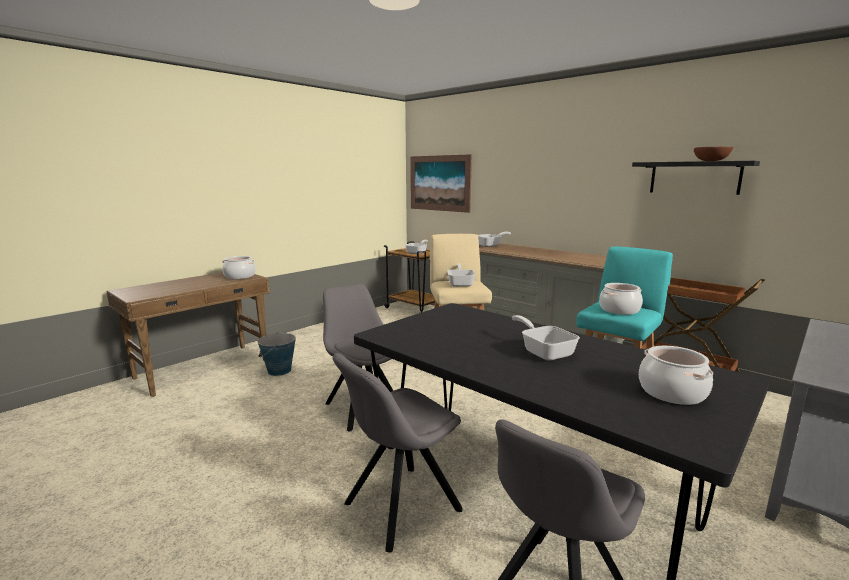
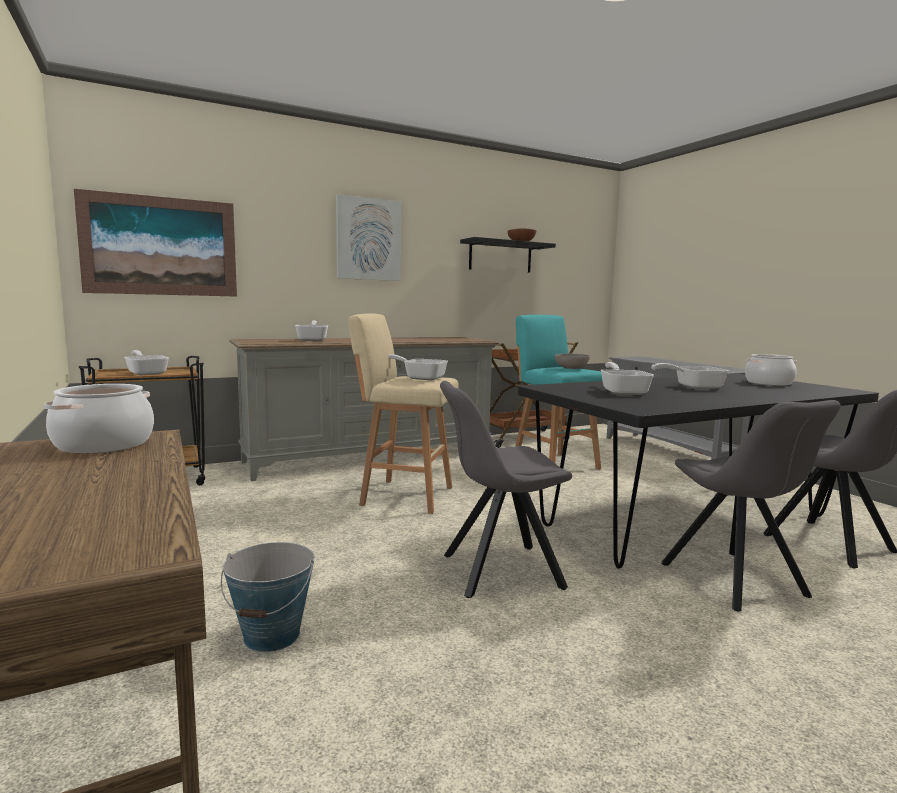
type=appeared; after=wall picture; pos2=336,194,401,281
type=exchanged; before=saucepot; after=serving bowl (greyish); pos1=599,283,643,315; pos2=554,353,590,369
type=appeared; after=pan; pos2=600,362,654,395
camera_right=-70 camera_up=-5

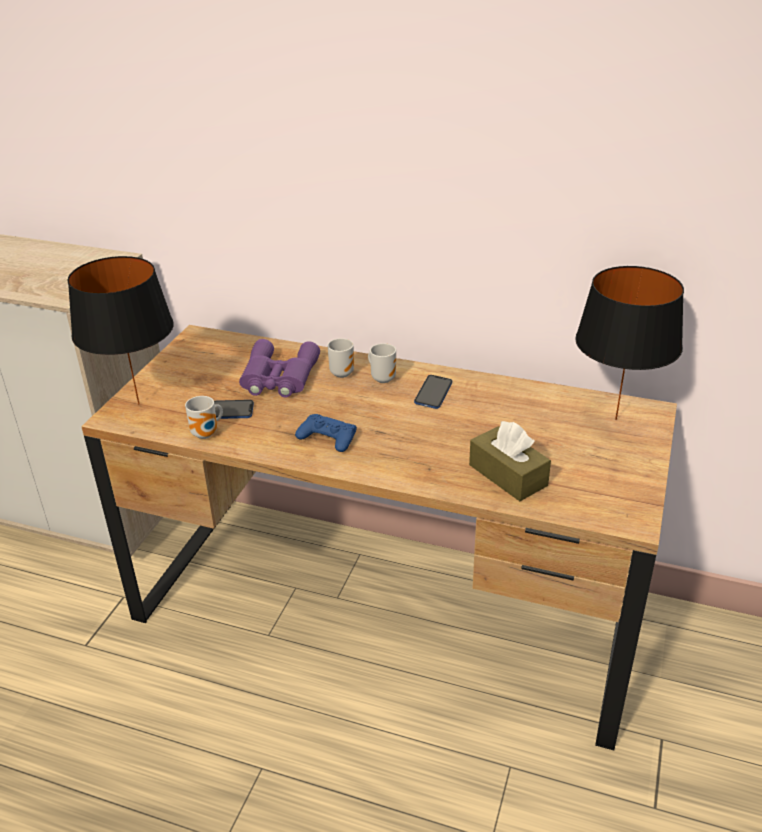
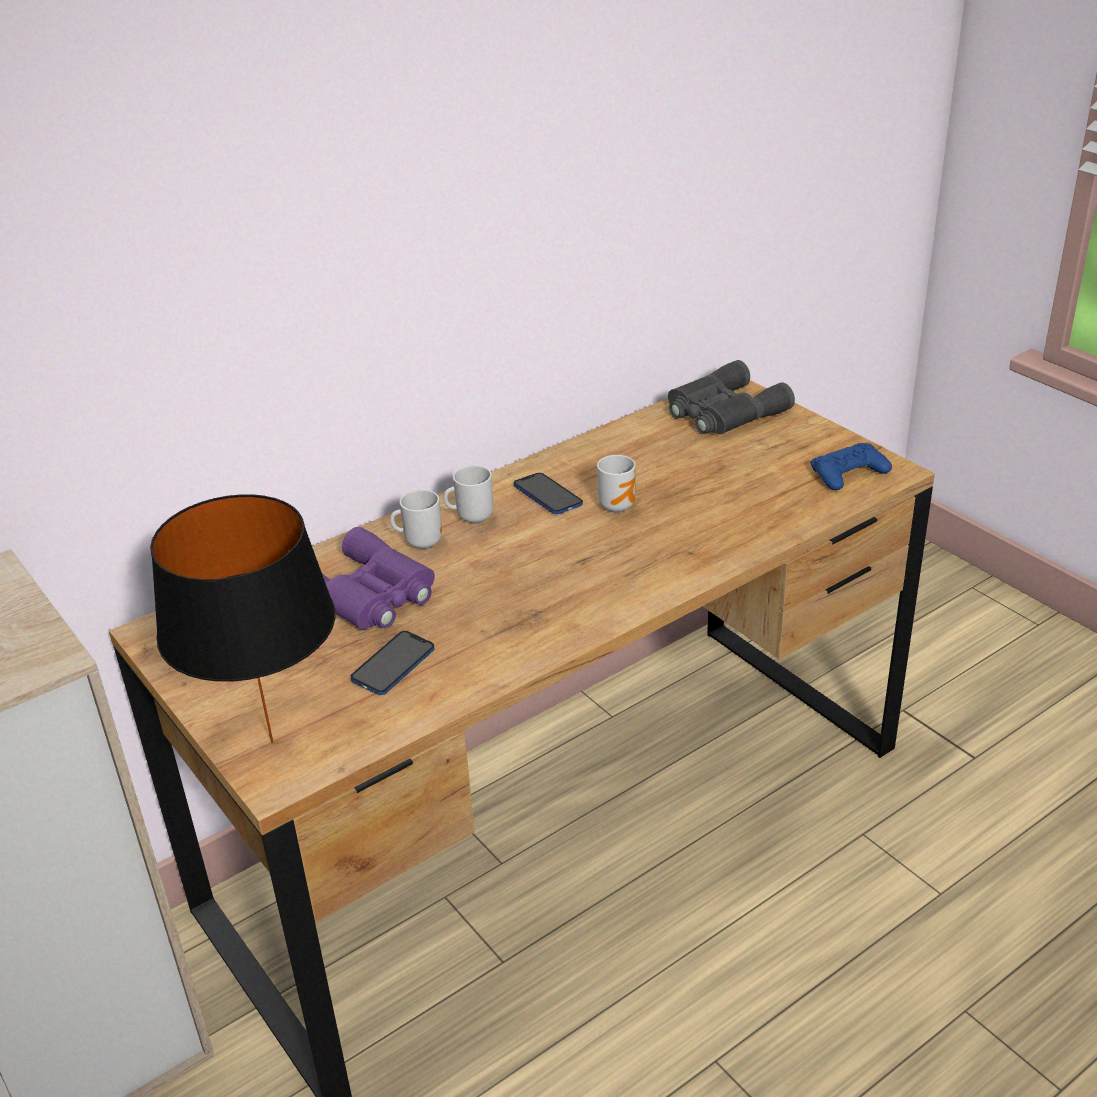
type=relocated; before=mug; pos1=185,396,223,439; pos2=597,455,636,513
type=exchanged; before=lamp for a table (black); after=pair of binoculars (greyish); pos1=575,266,684,420; pos2=668,360,795,434
type=relocated; before=gamepad (blue); pos1=295,414,357,452; pos2=811,443,892,490
type=missing; before=tissue box (brown); pos1=469,421,551,501
camera_right=-55 camera_up=0

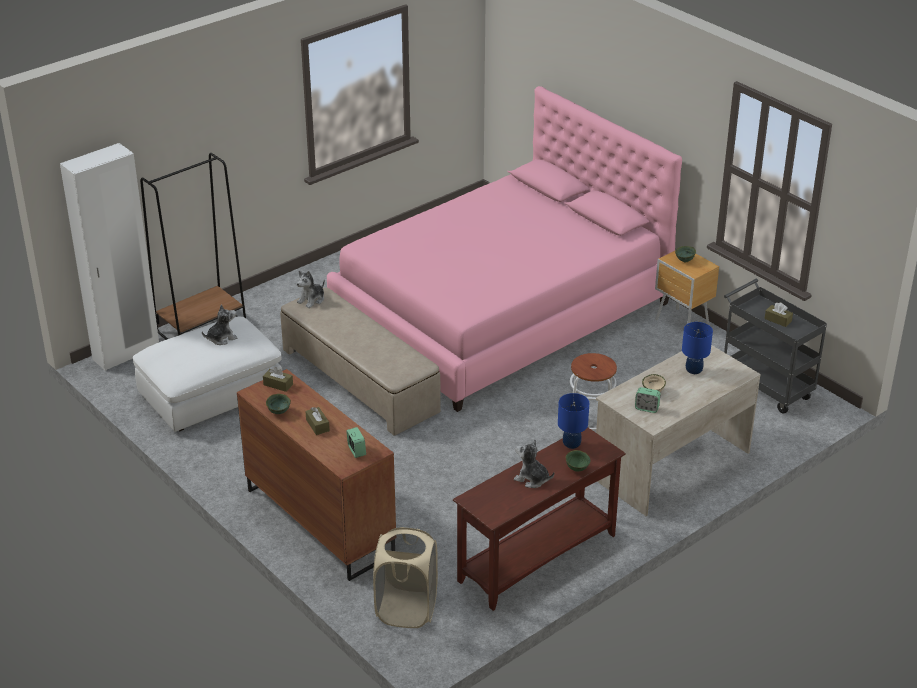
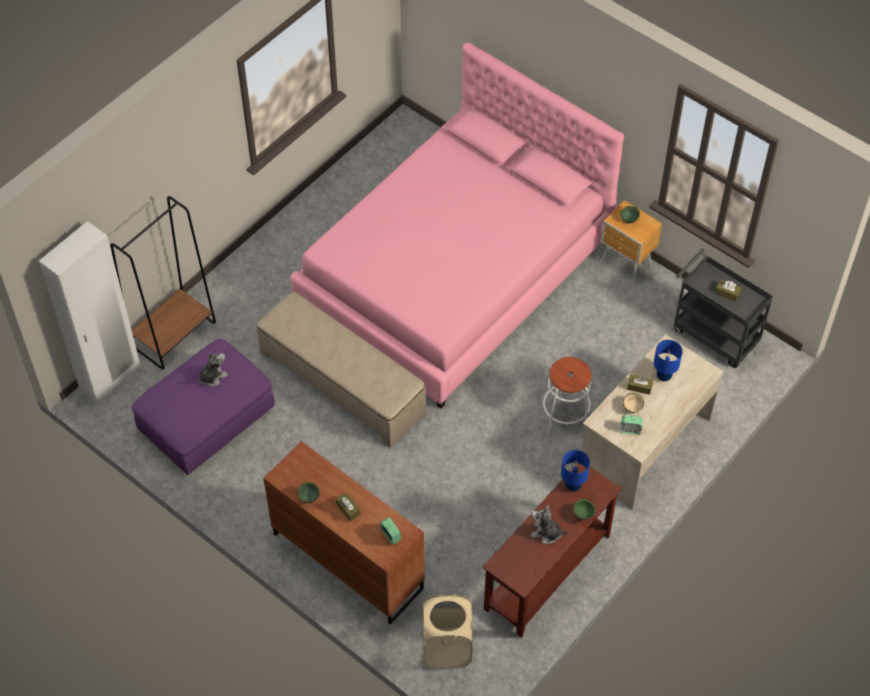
type=colour; before=ottoman (white-coloured); after=ottoman (purple); pos1=133,317,282,432; pos2=132,339,275,475
type=relocated; before=tissue box (brown); pos1=263,367,293,392; pos2=627,374,653,395
type=missing; before=plush toy; pos1=297,270,325,308
camera_right=-10 camera_up=20

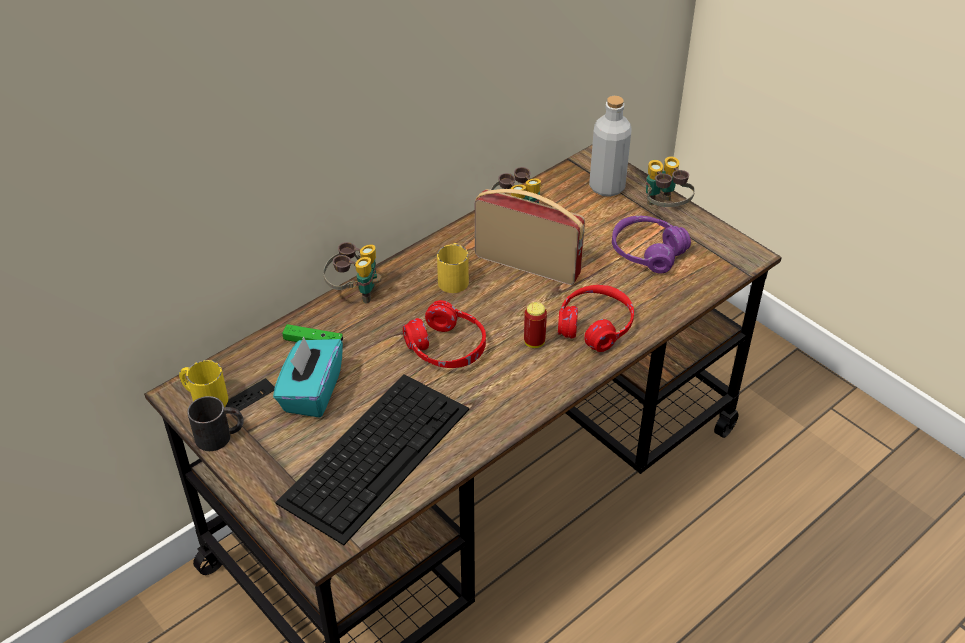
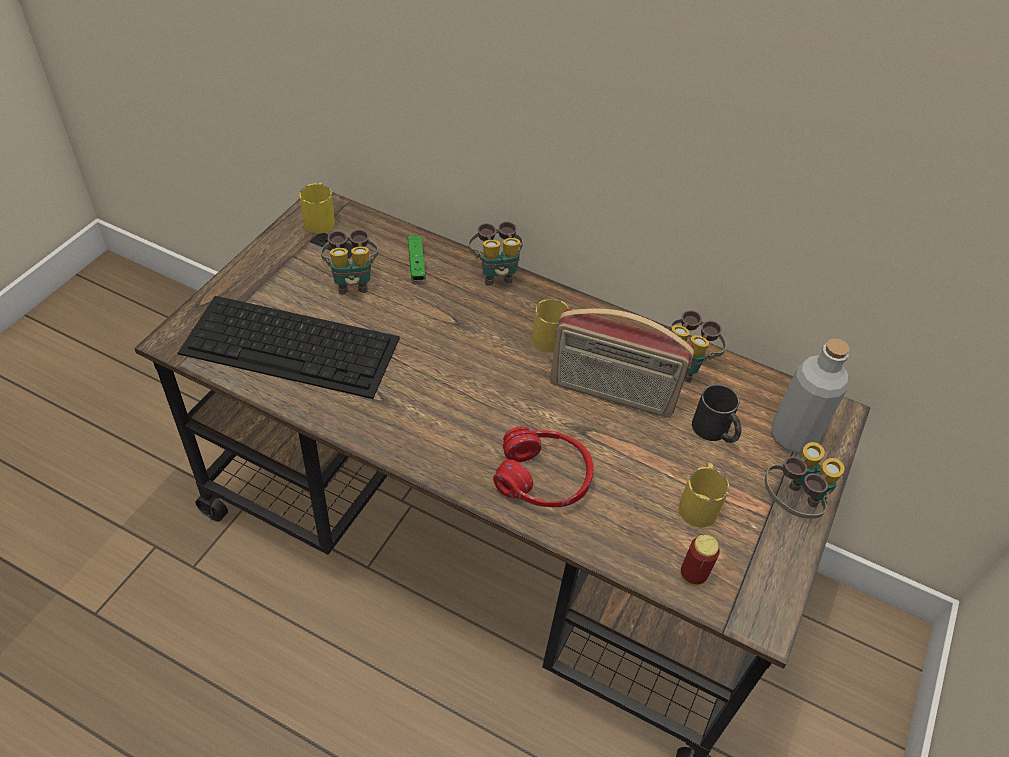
type=exchanged; before=tissue box (blue-green); after=pair of binoculars; pos1=273,337,343,418; pos2=321,229,378,295
type=spun; before=radio receiver; pos1=475,189,585,285; pos2=550,308,694,418; turn=105
type=exchanged; before=headset (purple); after=mug (yellow-coloured); pos1=612,216,691,273; pos2=678,463,729,527
type=relocated; before=metal can; pos1=524,302,547,348; pos2=680,535,720,586
type=relocated; before=mug (black); pos1=187,396,244,451; pos2=692,384,741,443
type=missing; before=headset (red-coloured); pos1=403,300,486,368
camera_right=65 camera_up=5

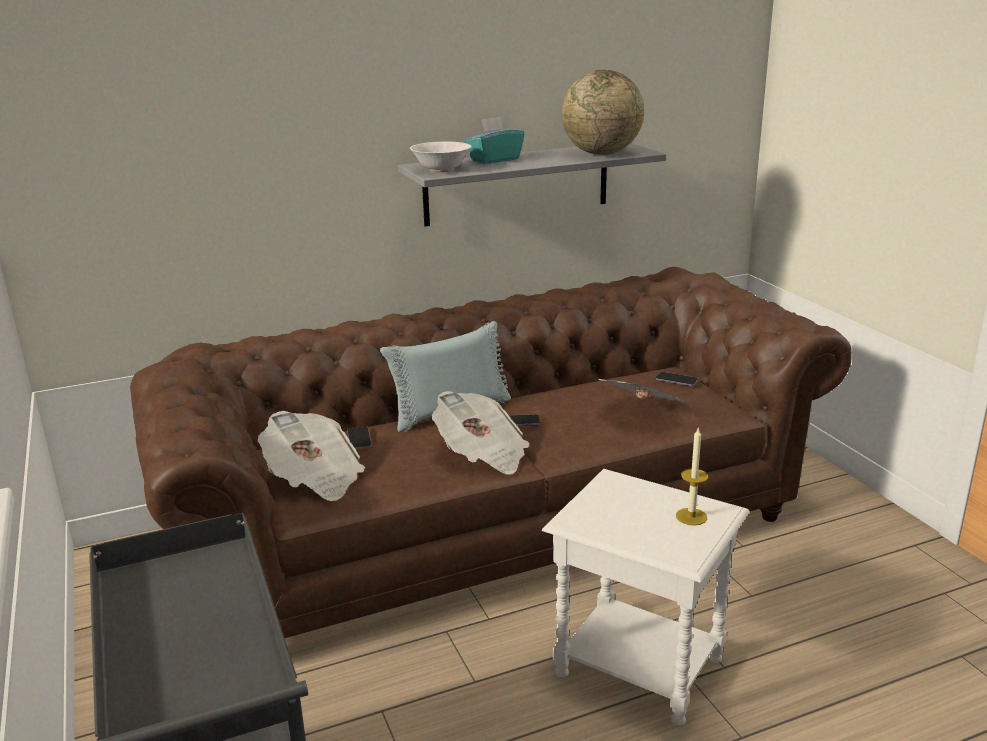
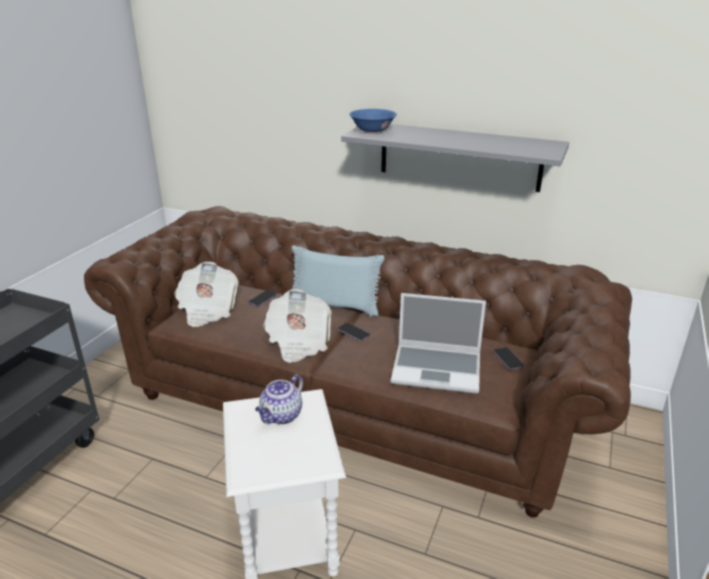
type=appeared; after=pot for tea; pos2=255,374,303,424
type=colour; before=serving bowl (white-coloured); after=serving bowl (blue); pos1=410,142,471,172; pos2=349,109,397,134
type=exchanged; before=daily paper; after=notebook computer; pos1=598,379,684,402; pos2=391,293,486,394
type=missing; before=tissue box (blue-green); pos1=465,117,524,164
type=missing; before=globe; pos1=562,70,644,155
type=missing; before=candle; pos1=676,428,708,526
camera_right=45 camera_up=5

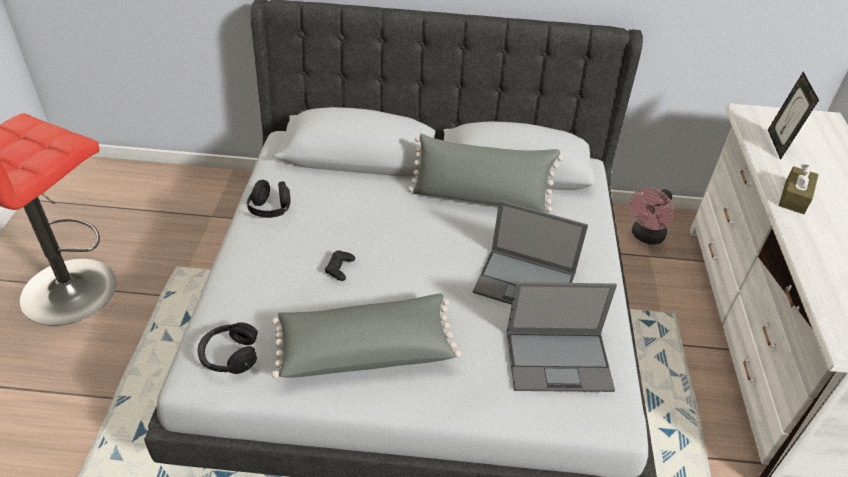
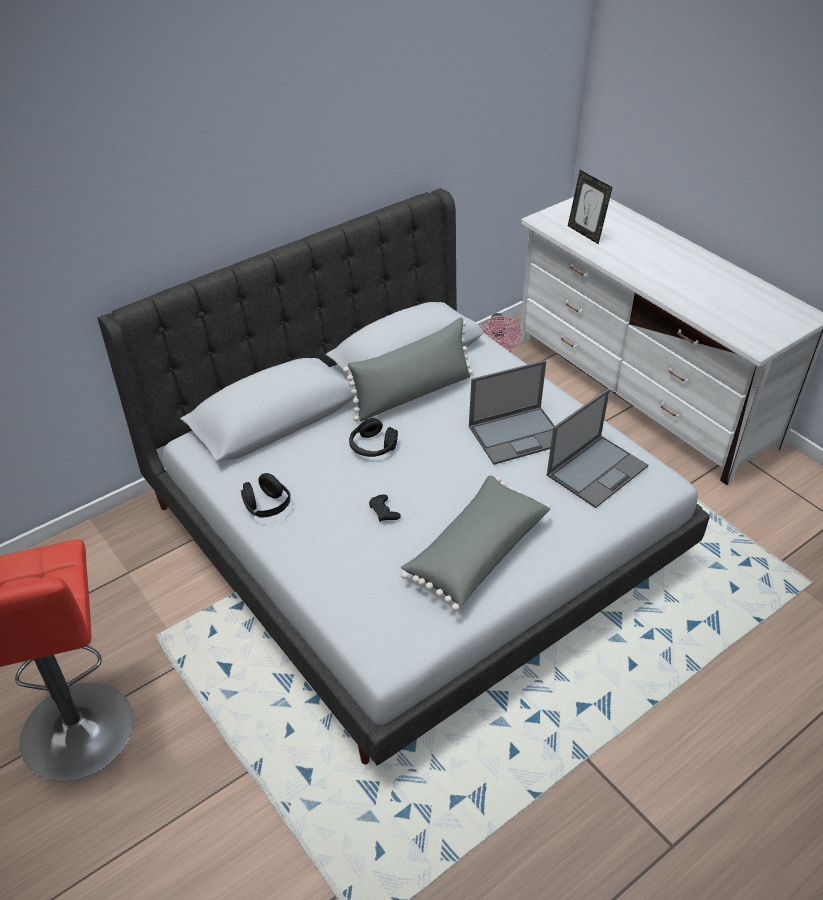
type=relocated; before=headset (black); pos1=198,322,258,374; pos2=349,418,398,457
type=missing; before=tissue box (brown); pos1=779,164,819,214
camera_right=-40 camera_up=0

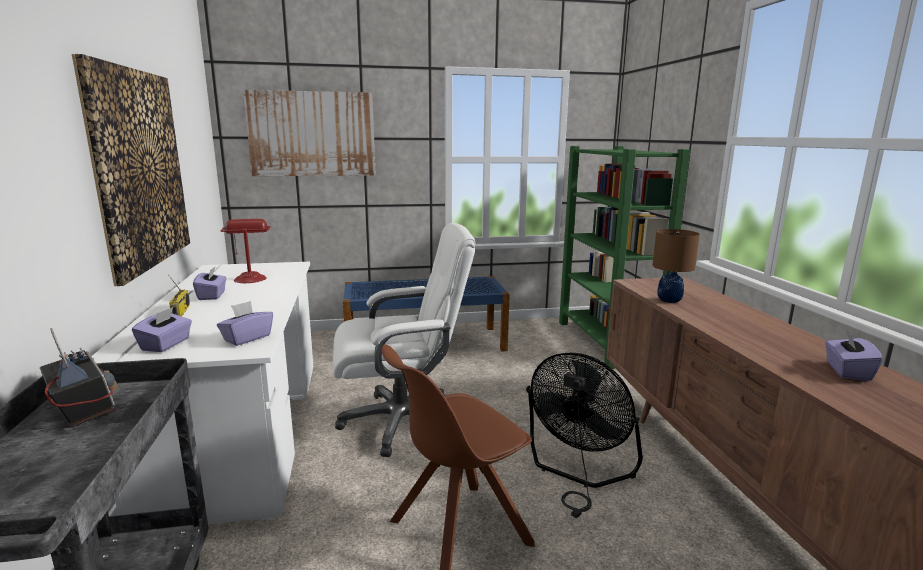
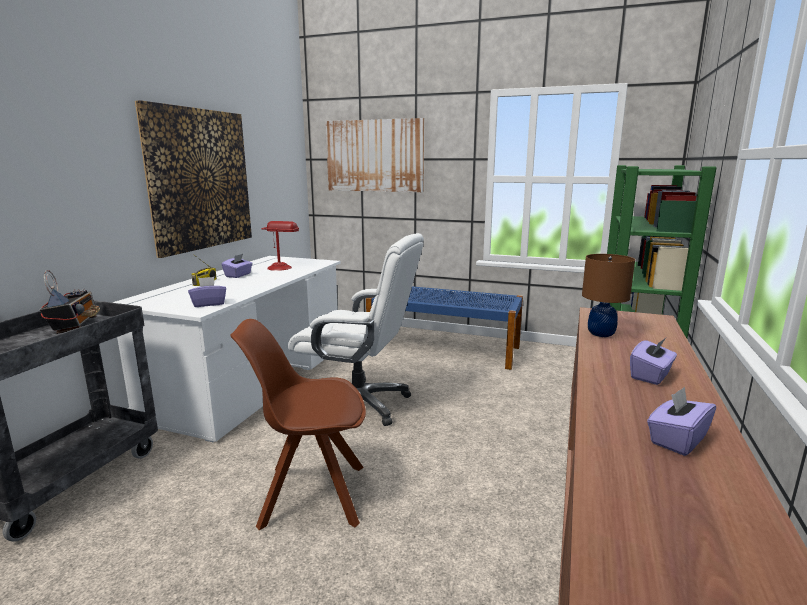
type=relocated; before=tissue box (purple); pos1=132,307,192,352; pos2=630,338,677,385
type=missing; before=electric fan (black); pos1=526,353,643,518
camera_right=30 camera_up=0

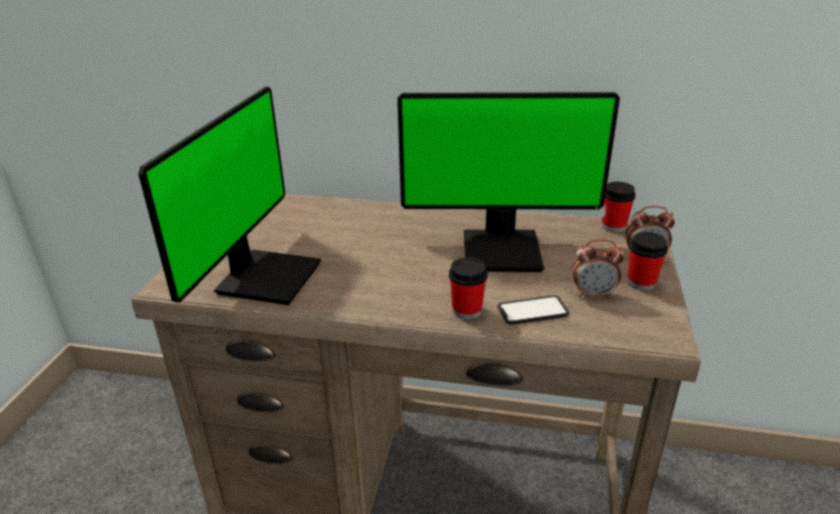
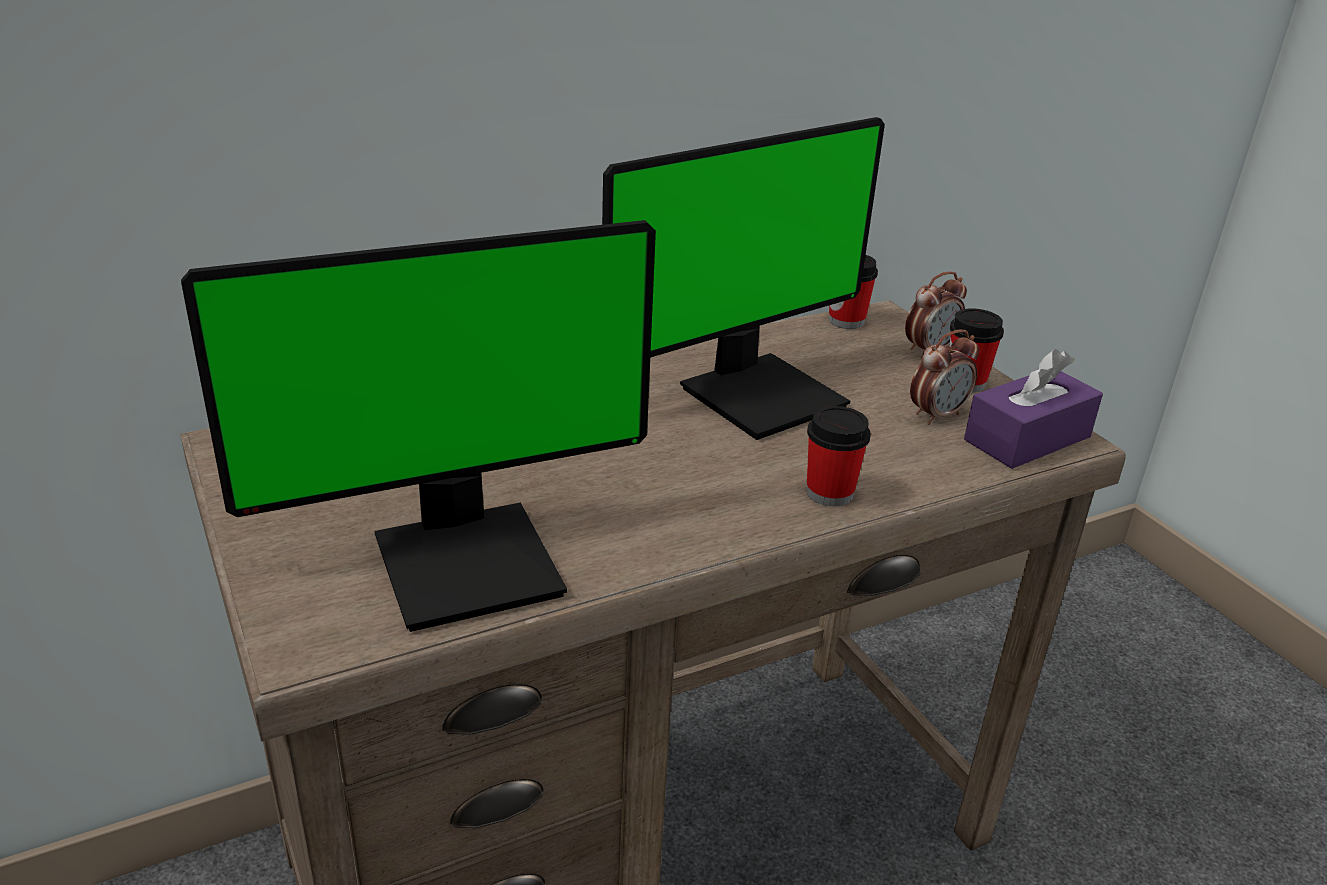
type=spun; before=computer display; pos1=138,87,321,305; pos2=181,220,656,632; turn=90
type=appeared; after=tissue box (purple); pos2=964,349,1103,469
type=missing; before=phone; pos1=497,295,569,324
camera_right=-40 camera_up=0

